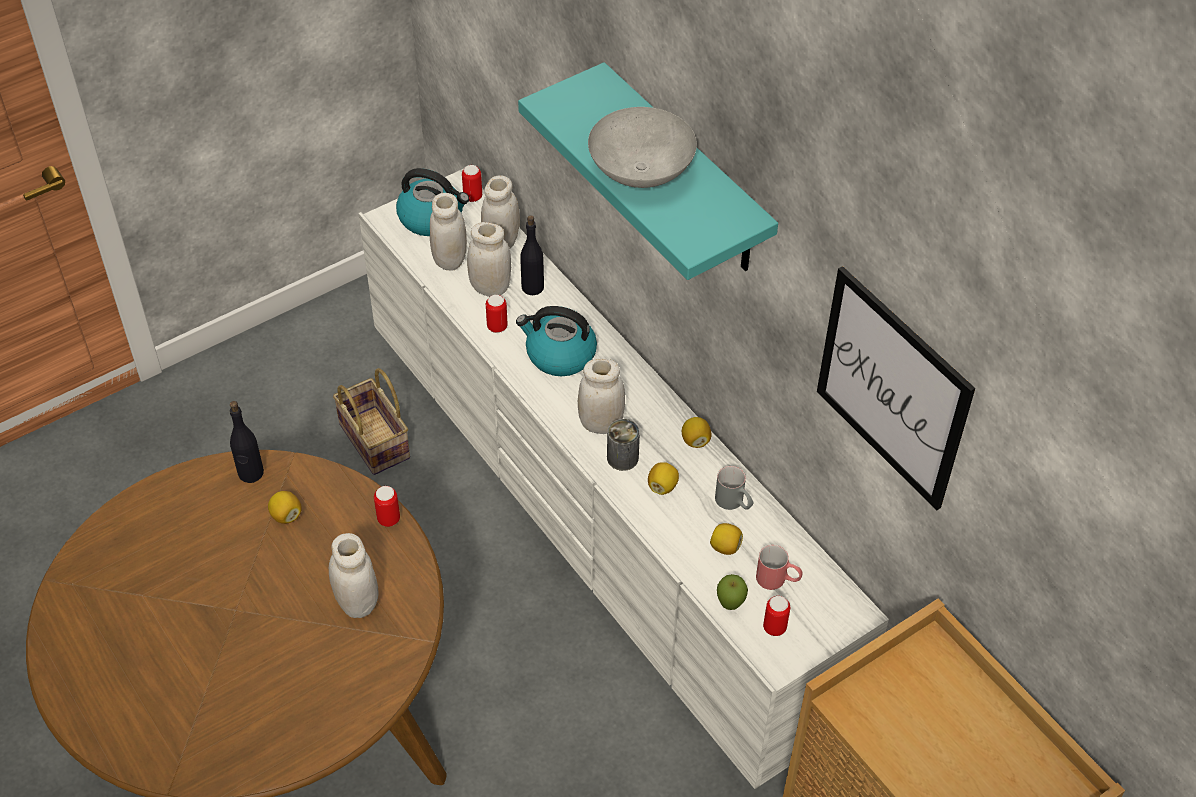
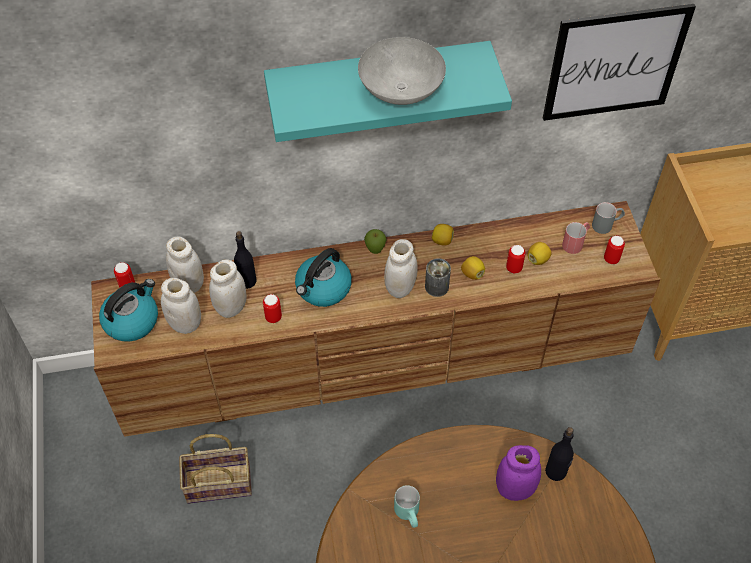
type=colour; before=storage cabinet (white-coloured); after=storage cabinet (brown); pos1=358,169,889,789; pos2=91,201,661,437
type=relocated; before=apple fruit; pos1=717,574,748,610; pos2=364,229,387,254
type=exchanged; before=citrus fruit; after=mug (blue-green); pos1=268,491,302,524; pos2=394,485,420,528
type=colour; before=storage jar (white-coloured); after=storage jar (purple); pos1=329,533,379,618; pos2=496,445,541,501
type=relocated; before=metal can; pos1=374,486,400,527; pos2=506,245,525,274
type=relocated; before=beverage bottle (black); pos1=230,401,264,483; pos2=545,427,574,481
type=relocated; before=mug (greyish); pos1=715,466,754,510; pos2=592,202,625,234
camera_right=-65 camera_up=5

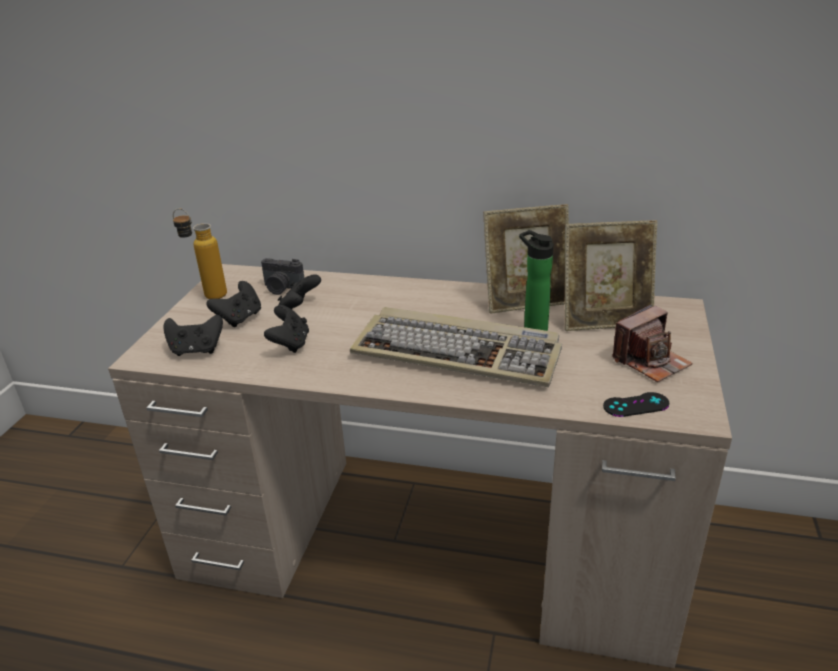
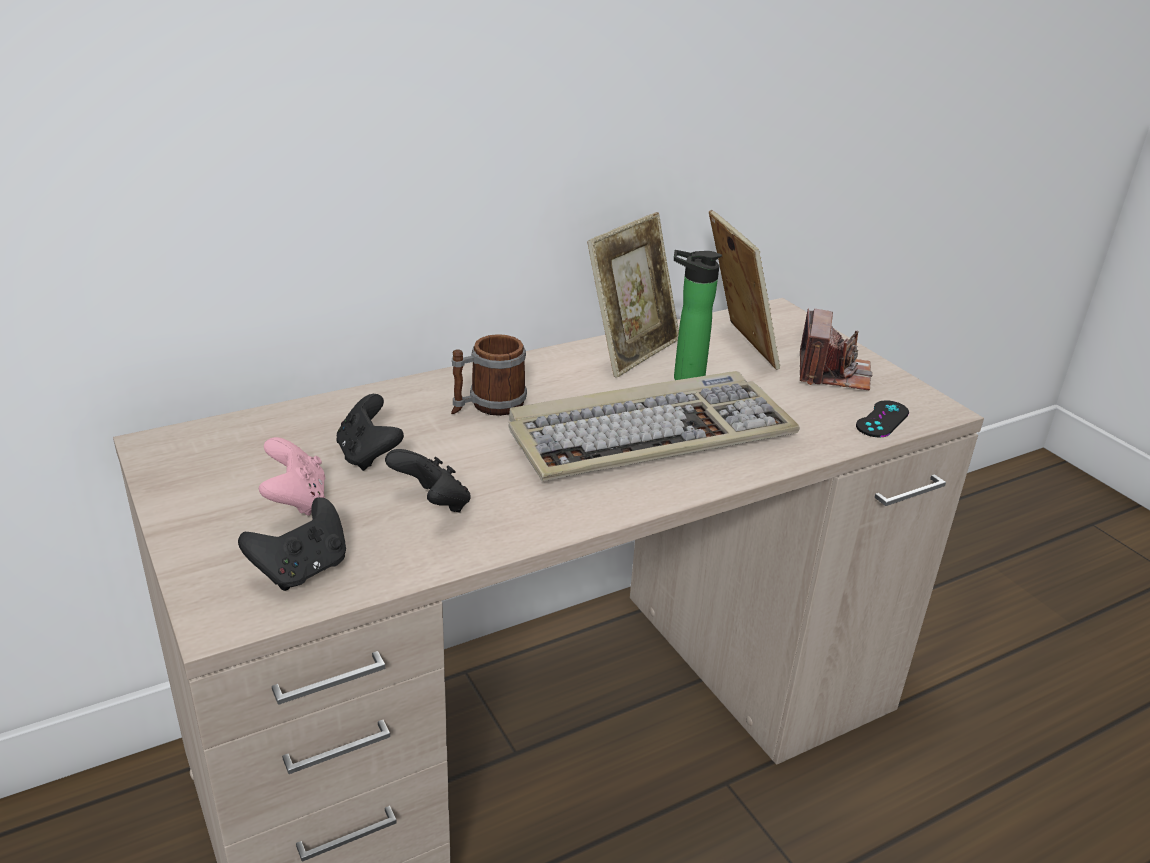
type=colour; before=gamepad (black); after=gamepad (pink); pos1=206,281,261,327; pos2=259,437,326,516
type=appeared; after=mug; pos2=451,334,527,416
type=spun; before=standing frame; pos1=565,220,657,331; pos2=709,210,780,370; turn=-60
type=missing; before=beverage bottle; pos1=173,208,227,299
type=missing; before=photo camera; pos1=261,258,304,295
camera_right=-45 camera_up=0

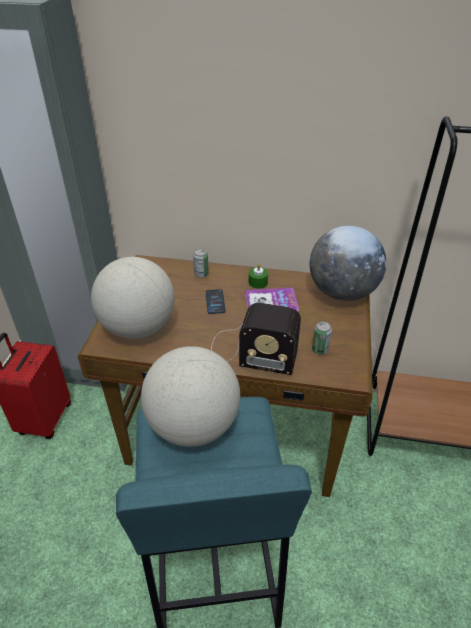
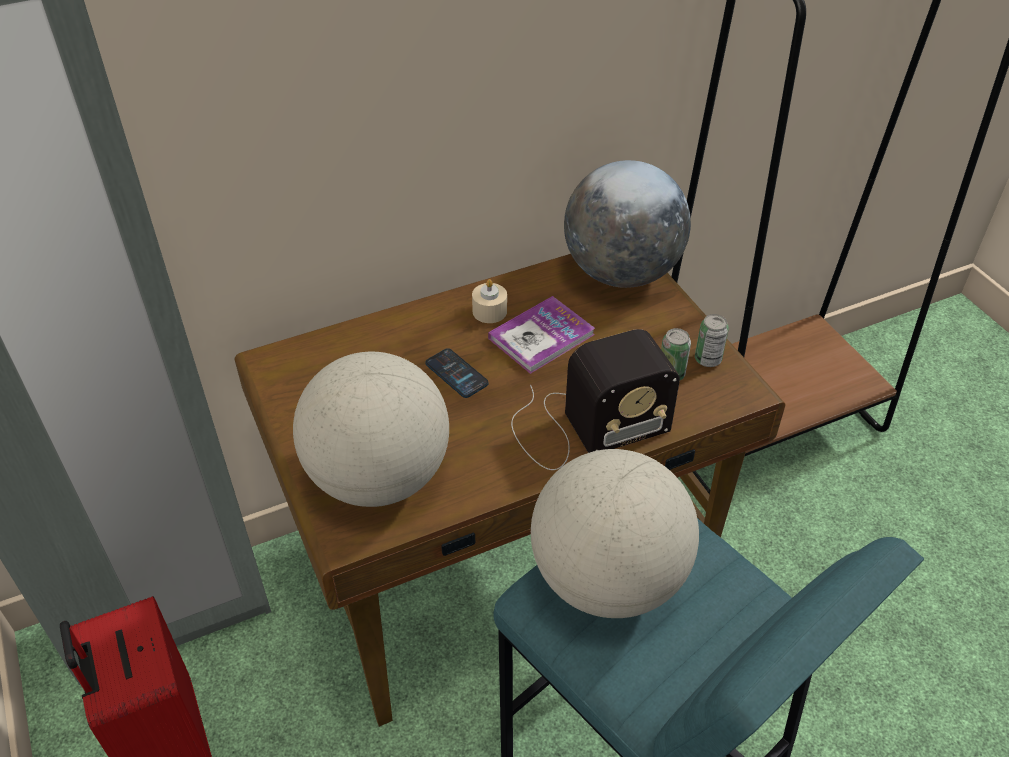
type=colour; before=candle (green-coloured); after=candle (sand-coloured); pos1=249,264,268,289; pos2=472,279,507,323
type=relocated; before=metal can; pos1=193,249,209,278; pos2=695,314,729,367
camera_right=-35 camera_up=5

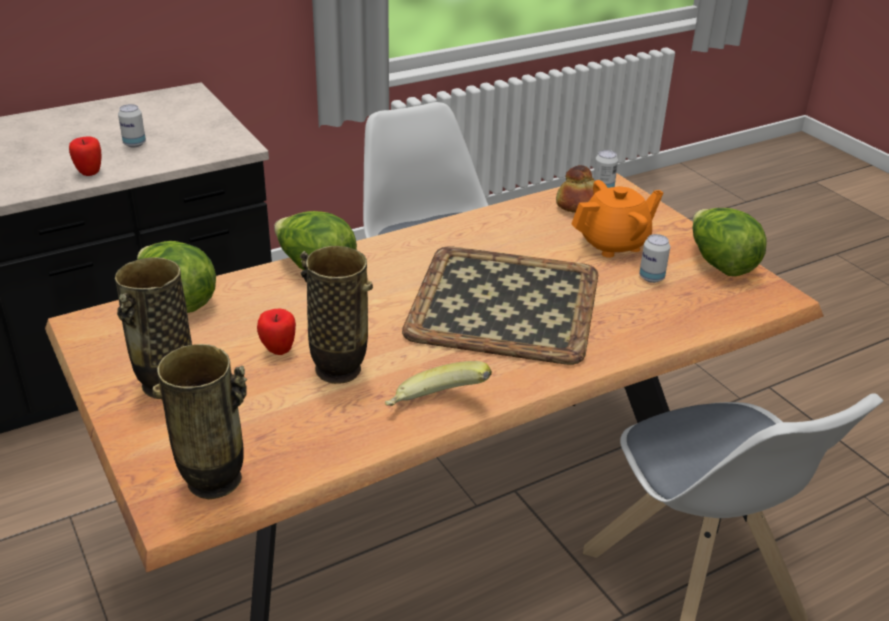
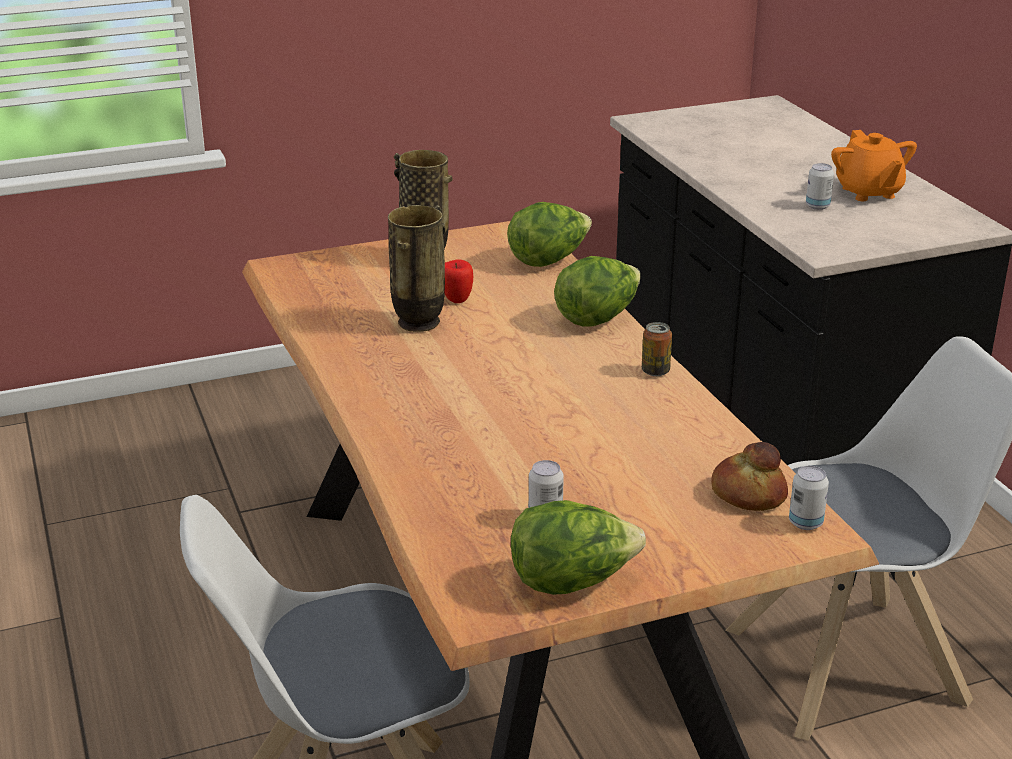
type=appeared; after=metal can; pos2=642,322,672,376
type=relocated; before=pot for tea (orangey); pos1=571,180,663,258; pos2=831,130,917,201
type=missing; before=apple fruit; pos1=69,136,101,176
type=missing; before=vase; pos1=152,344,247,499
type=missing; before=banana fruit; pos1=385,361,492,406
type=missing; before=carrying tray; pos1=402,246,598,365
camera_right=100 camera_up=-5

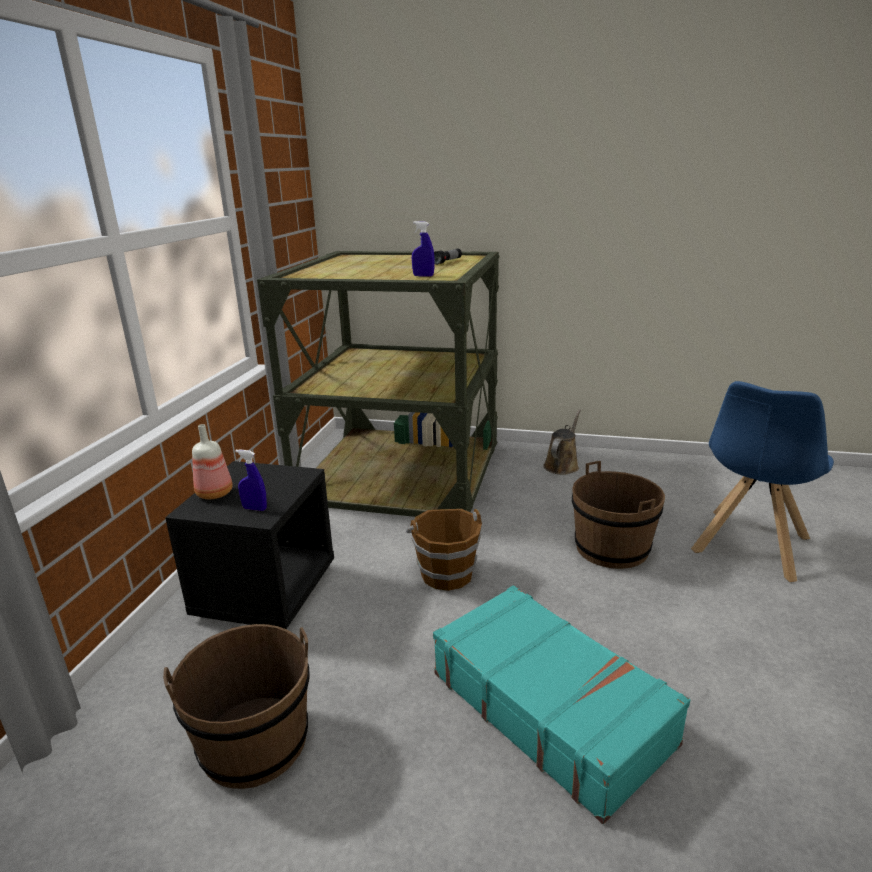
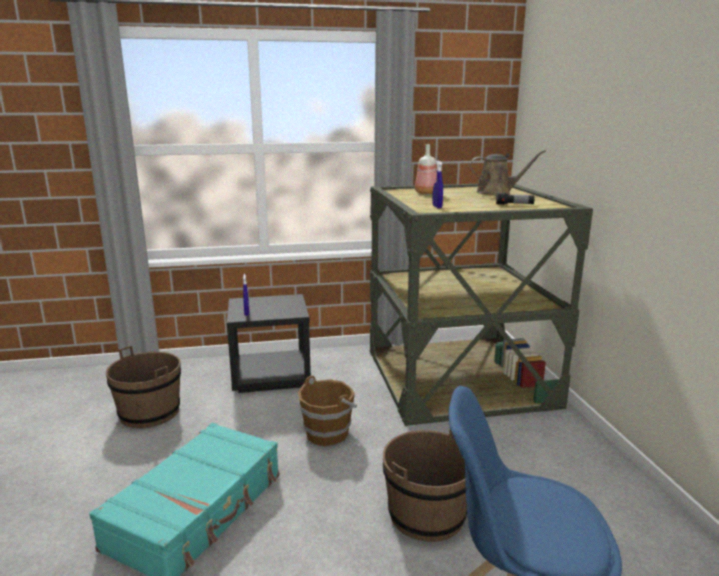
type=relocated; before=beverage bottle; pos1=192,424,233,499; pos2=415,144,437,194
type=relocated; before=watering pot (brown); pos1=543,409,581,475; pos2=470,150,546,195
camera_right=65 camera_up=-5

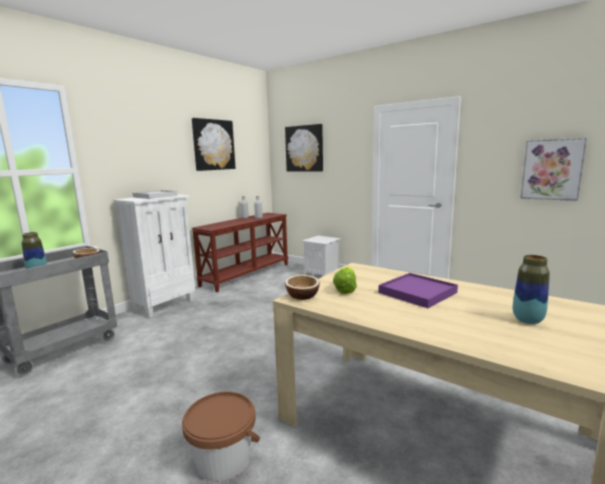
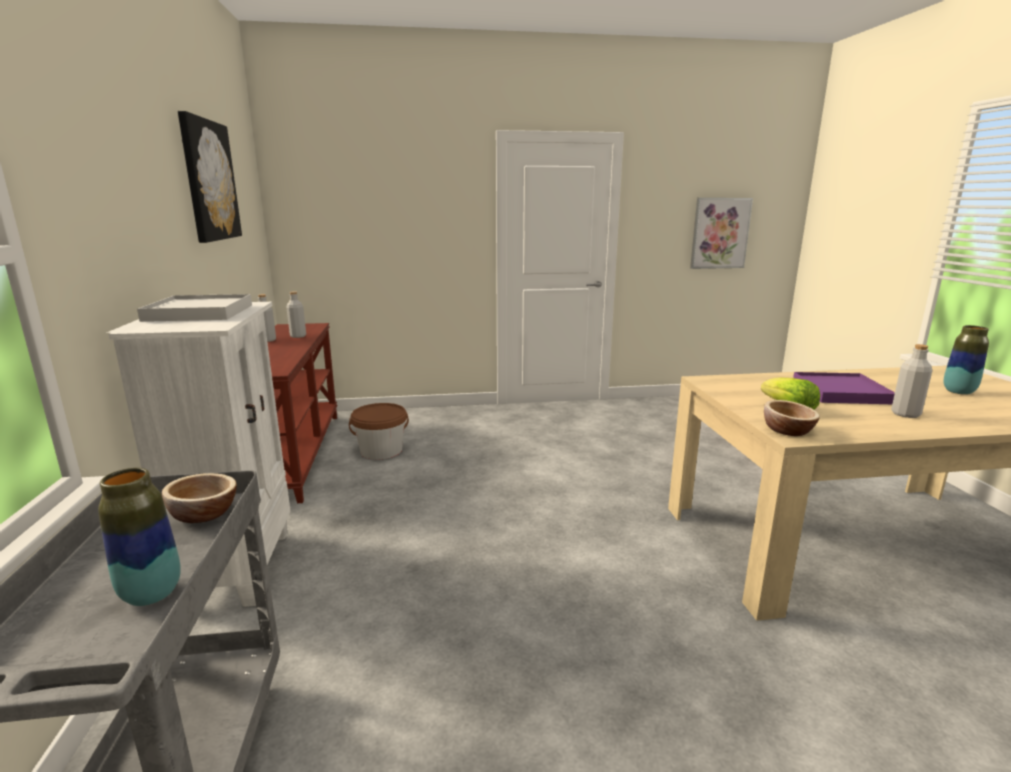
type=relocated; before=water bucket (brown); pos1=182,392,260,482; pos2=349,403,409,460
type=appeared; after=beverage bottle (greyish); pos2=891,344,932,418
type=missing; before=wall picture; pos1=285,124,323,171
type=missing; before=nightstand (greyish); pos1=302,236,341,276
camera_right=-45 camera_up=5

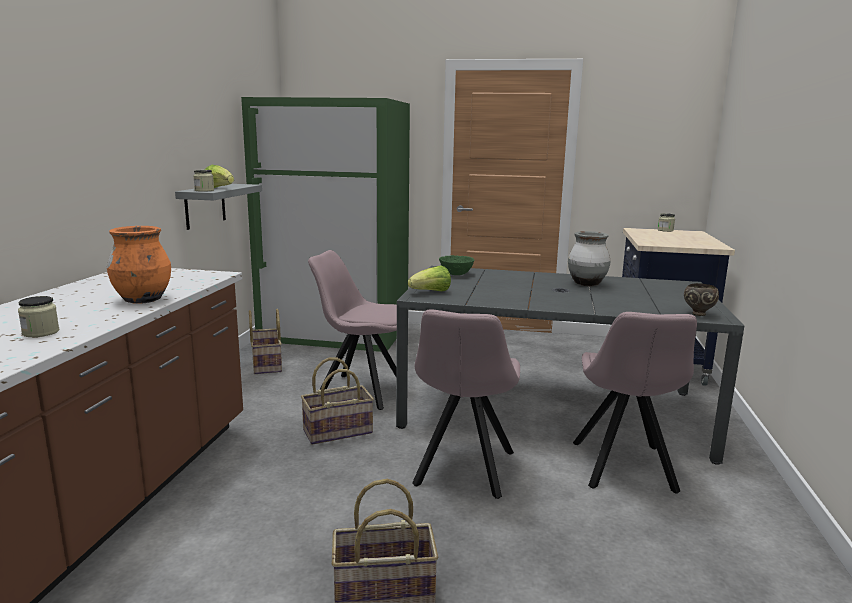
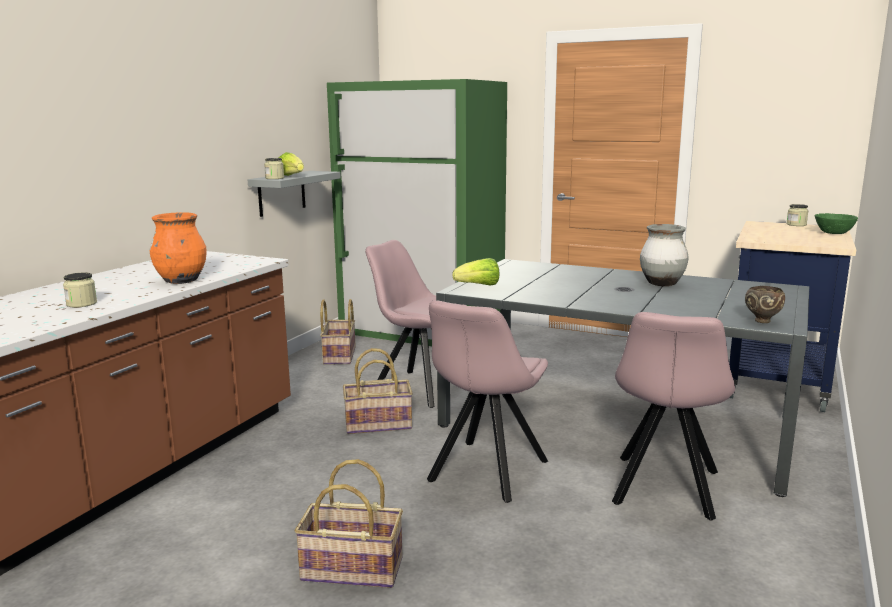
type=relocated; before=serving bowl (green-coloured); pos1=439,255,474,275; pos2=815,213,858,234
camera_right=15 camera_up=0

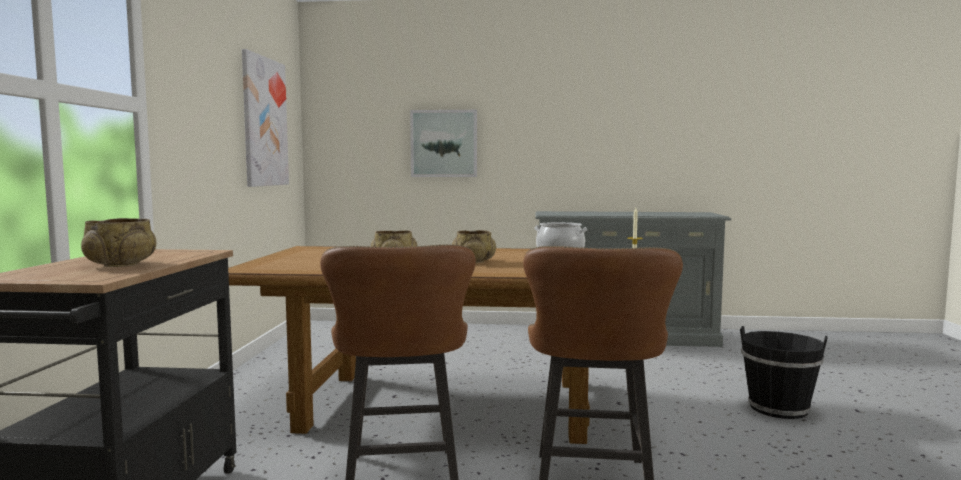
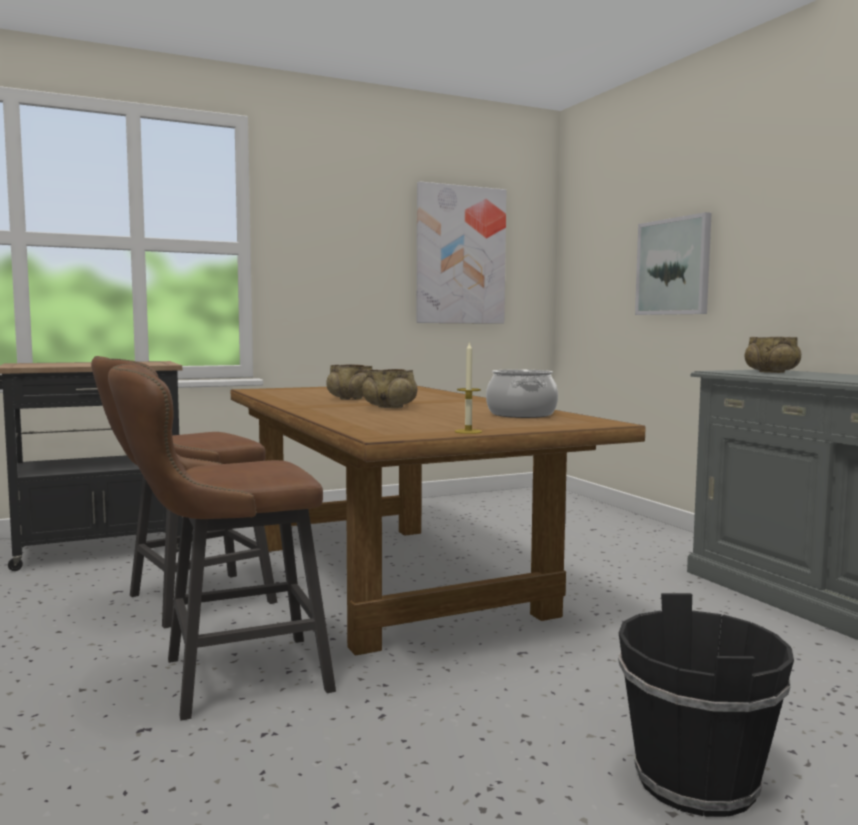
type=relocated; before=serving bowl (sand-coloured); pos1=81,218,156,267; pos2=745,337,801,373
camera_right=60 camera_up=0

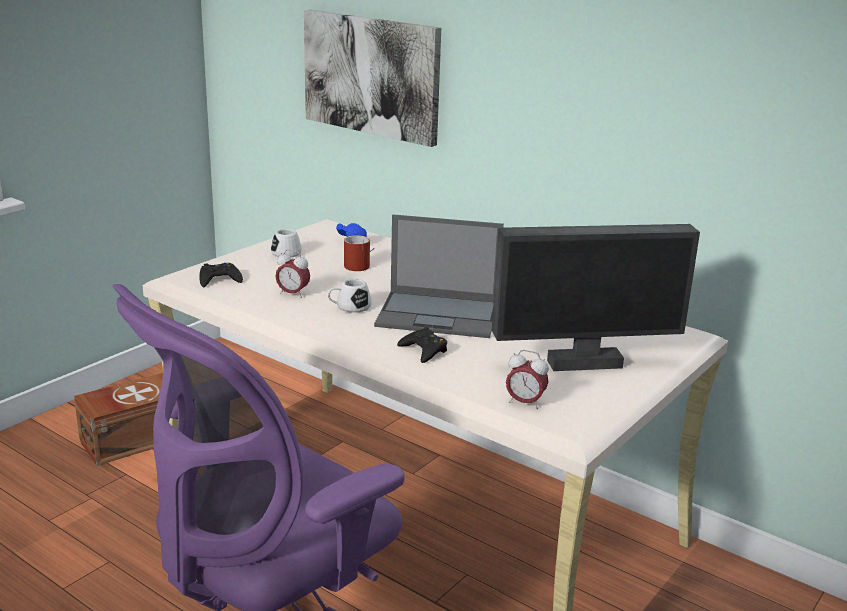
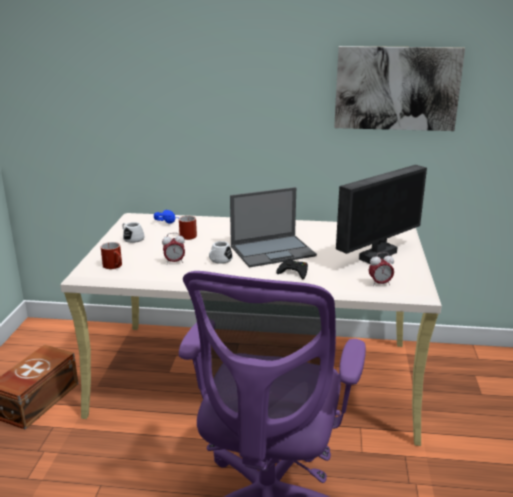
type=exchanged; before=gamepad (black); after=mug (red-coloured); pos1=200,263,243,287; pos2=101,242,122,269
type=relocated; before=wall picture; pos1=304,10,441,147; pos2=334,46,465,131
camera_right=-30 camera_up=0

